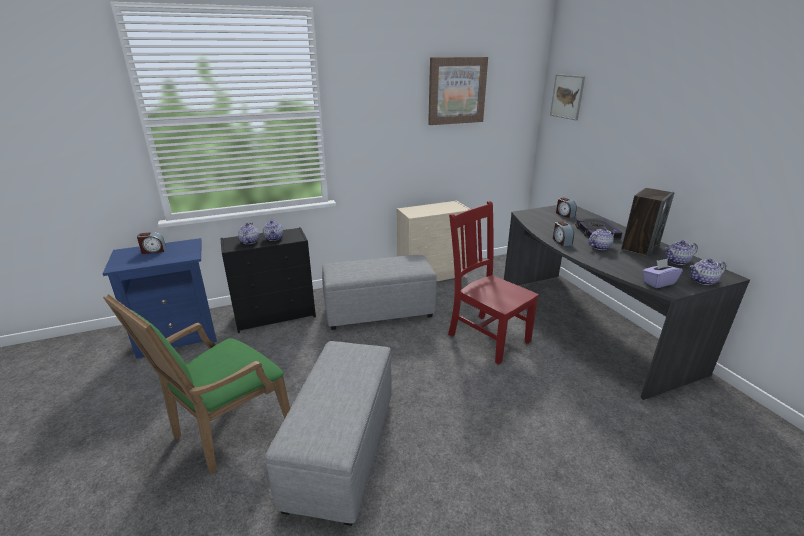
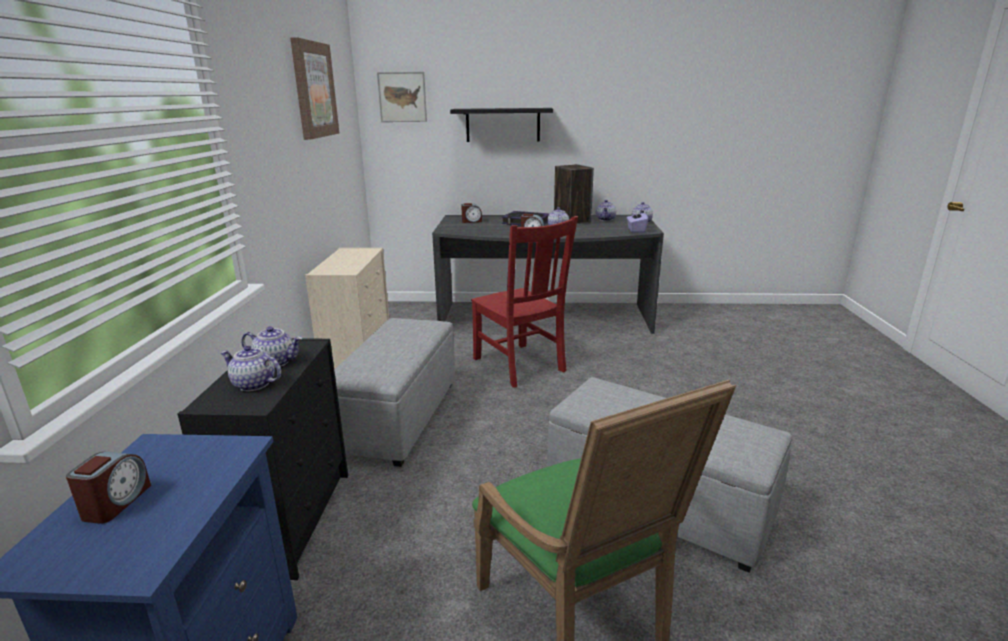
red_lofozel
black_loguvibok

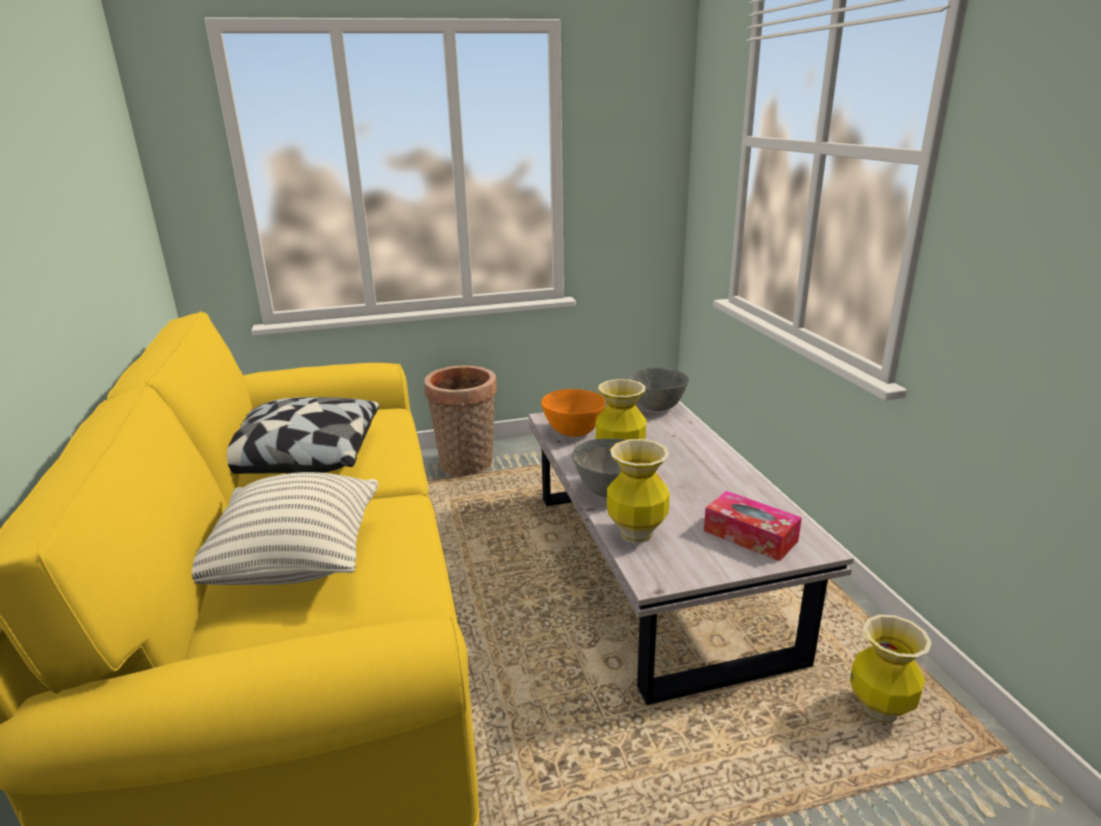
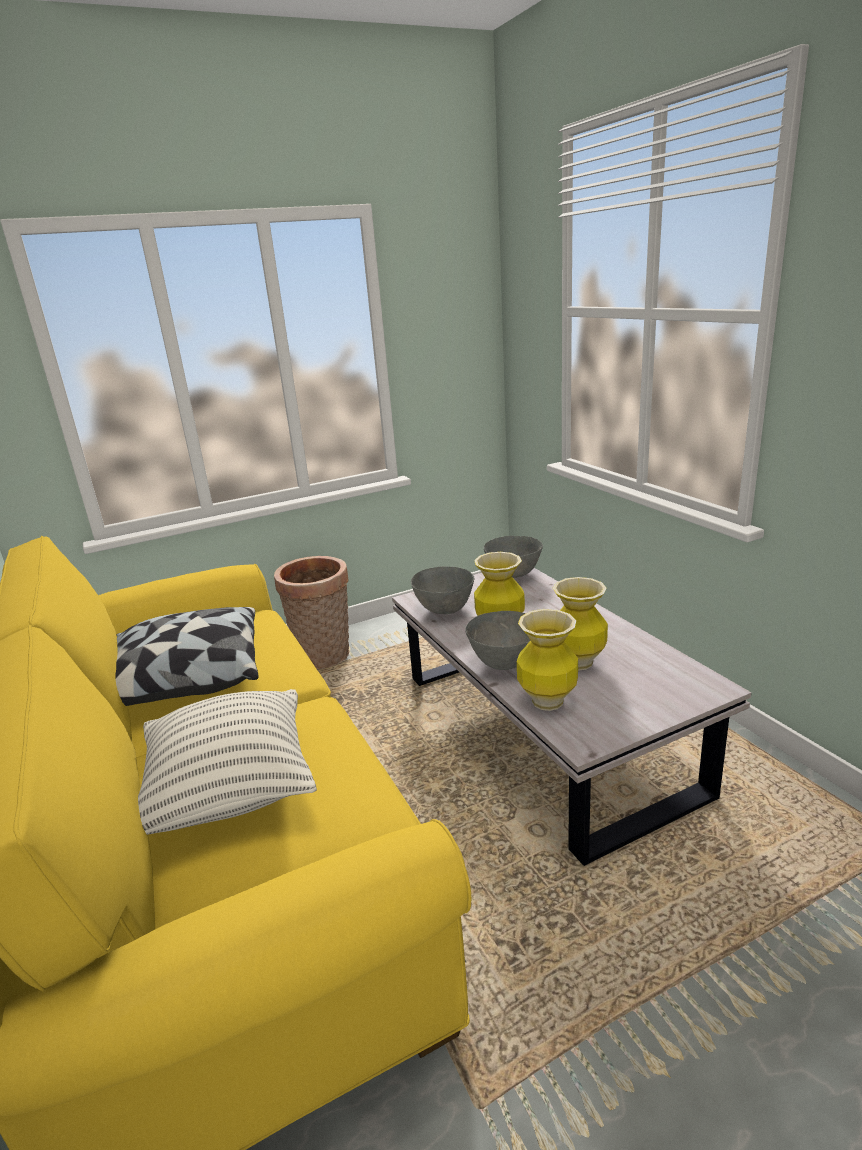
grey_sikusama (1st from left)
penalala
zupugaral (3rd from left)

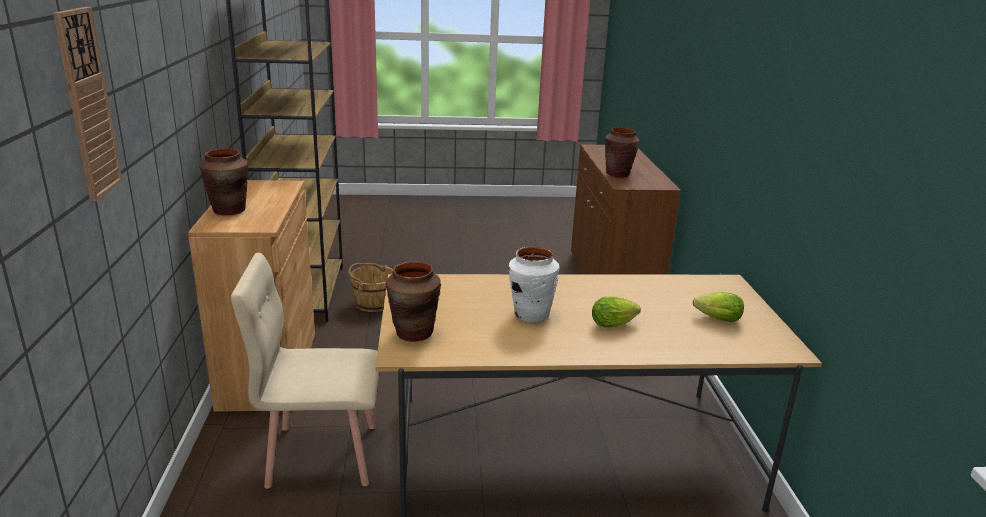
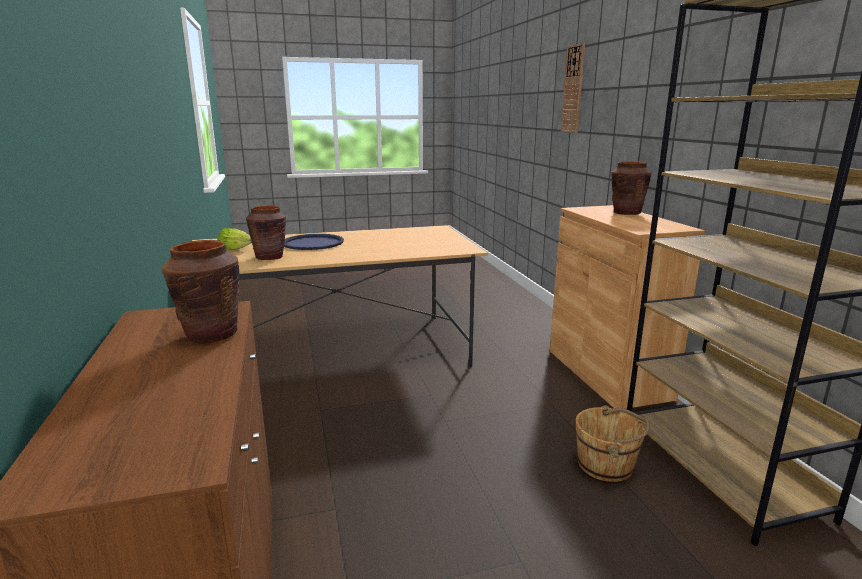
white_zupugaral
beige_lofozel
brown_zupugaral (2nd from left)
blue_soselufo

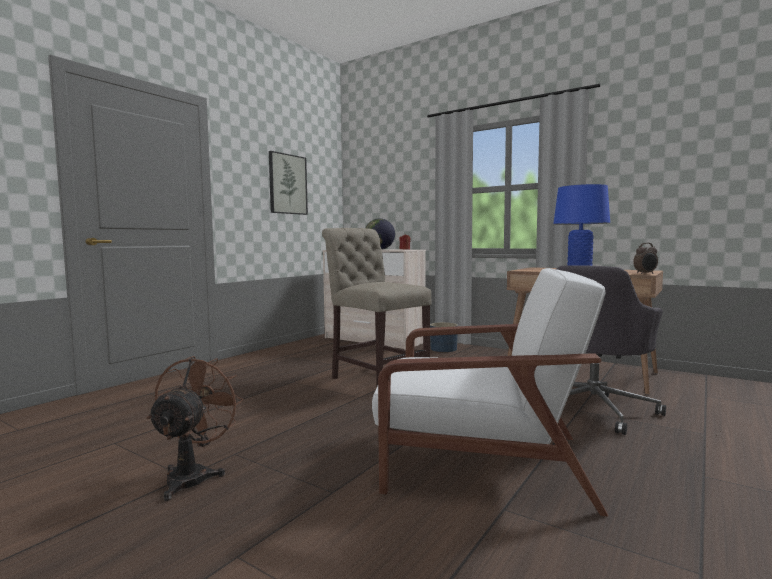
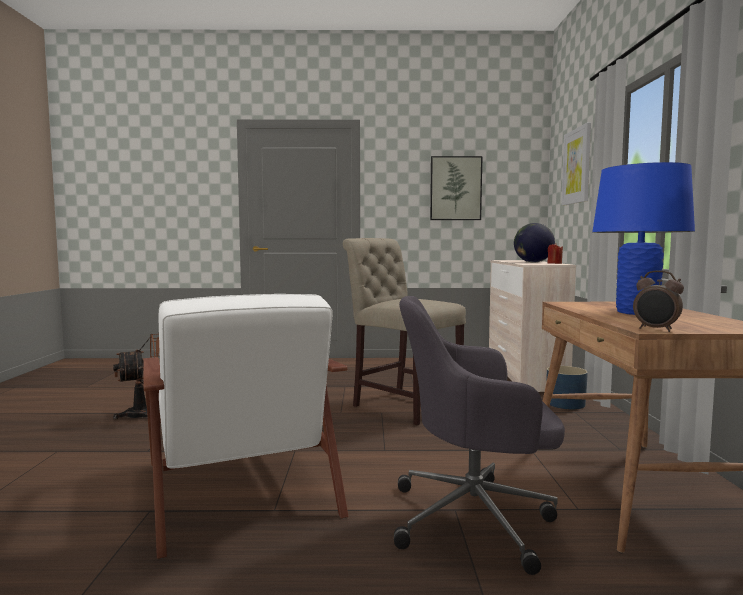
beige_lofozel
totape (2nd from left)

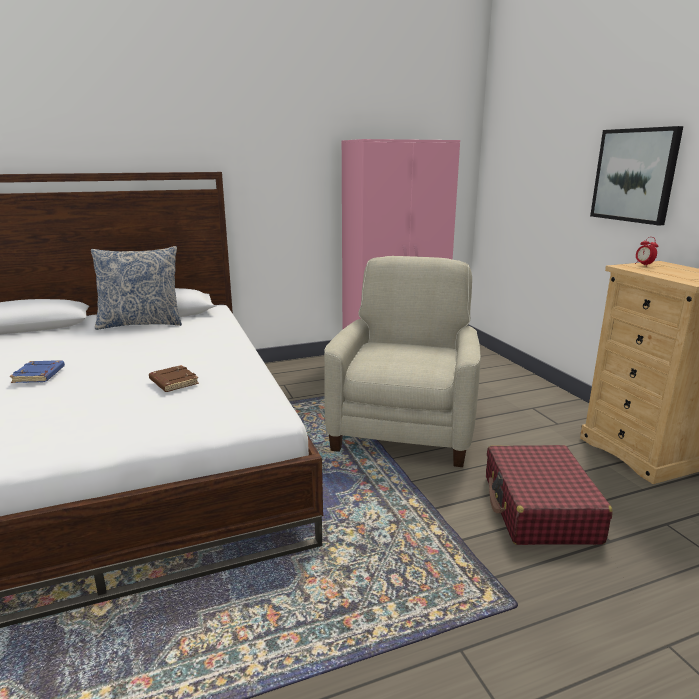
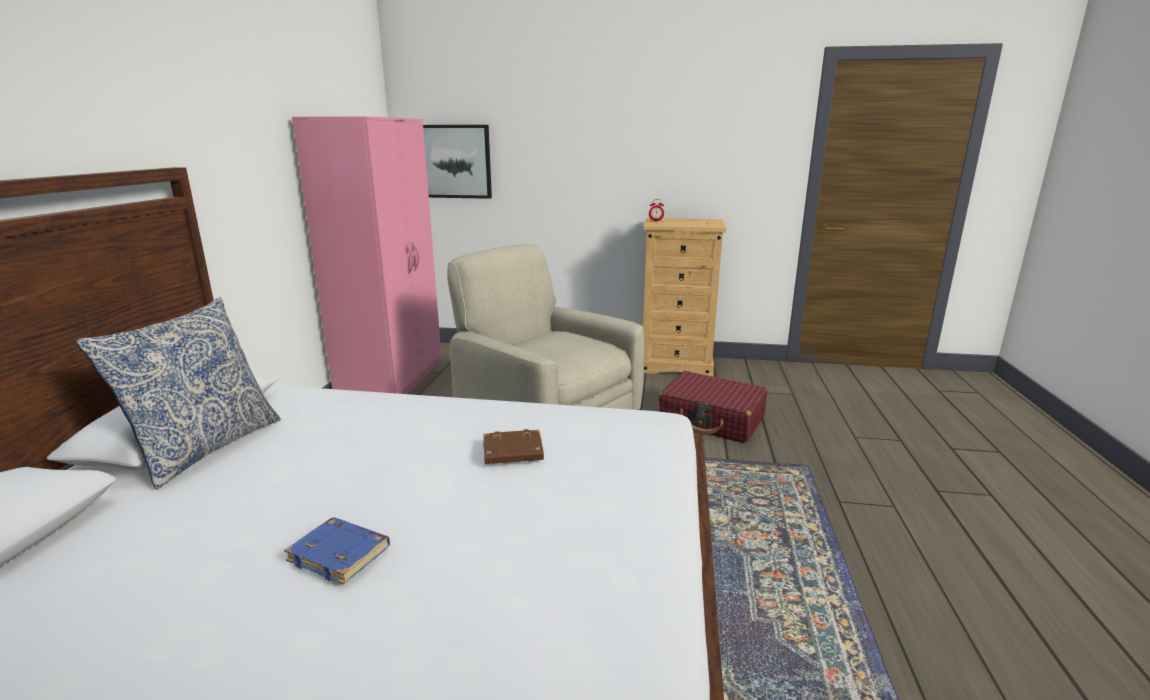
totape

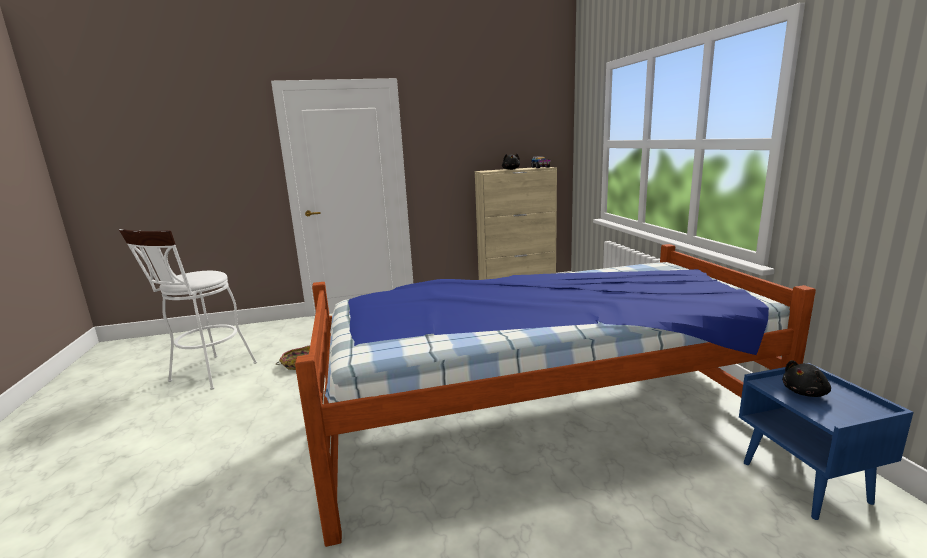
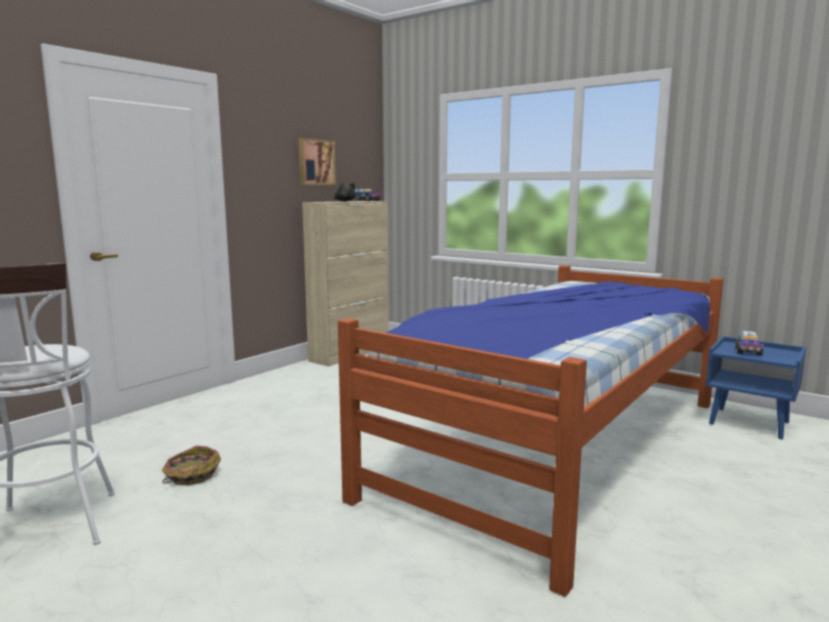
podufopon (2nd from left)
totape

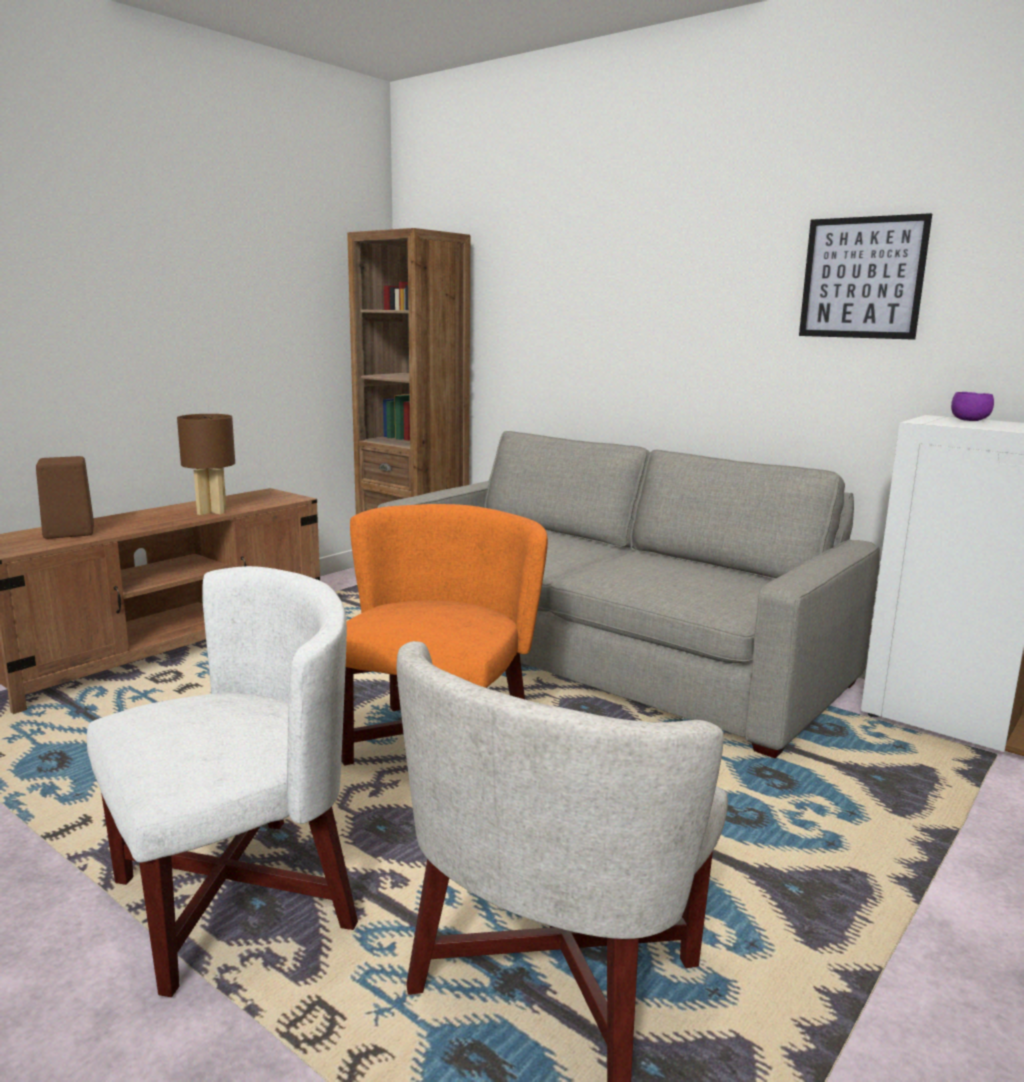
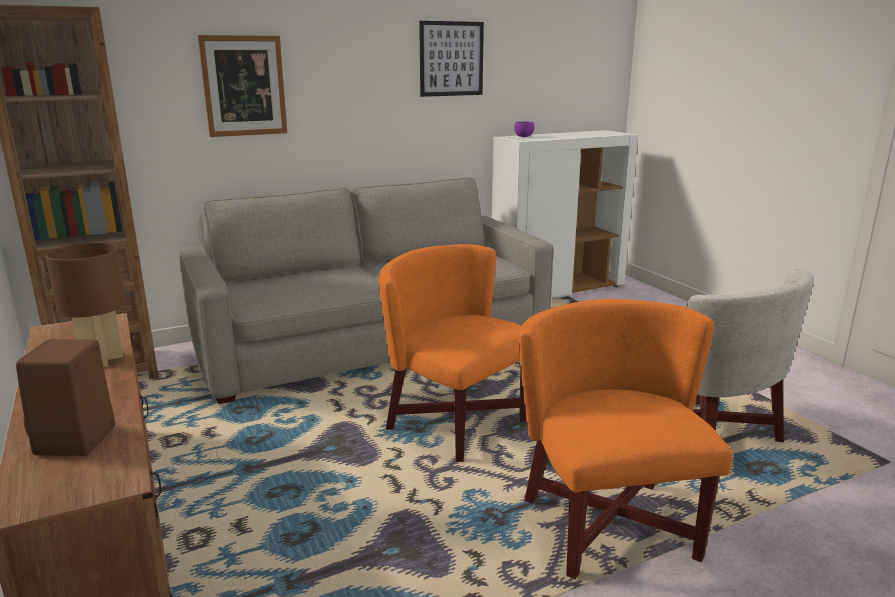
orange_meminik (2nd from left)
totape (1st from left)

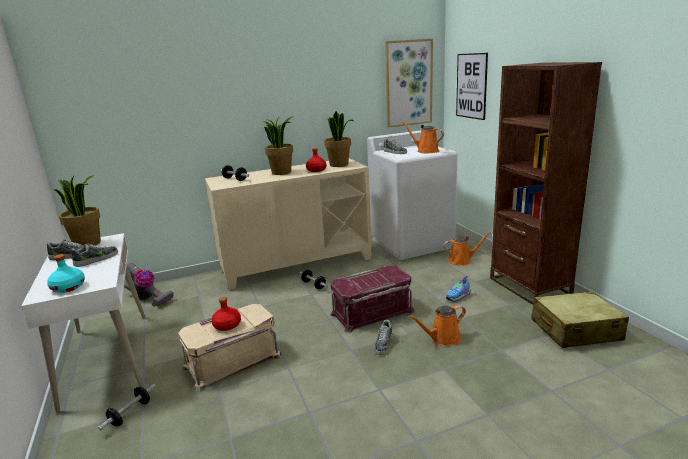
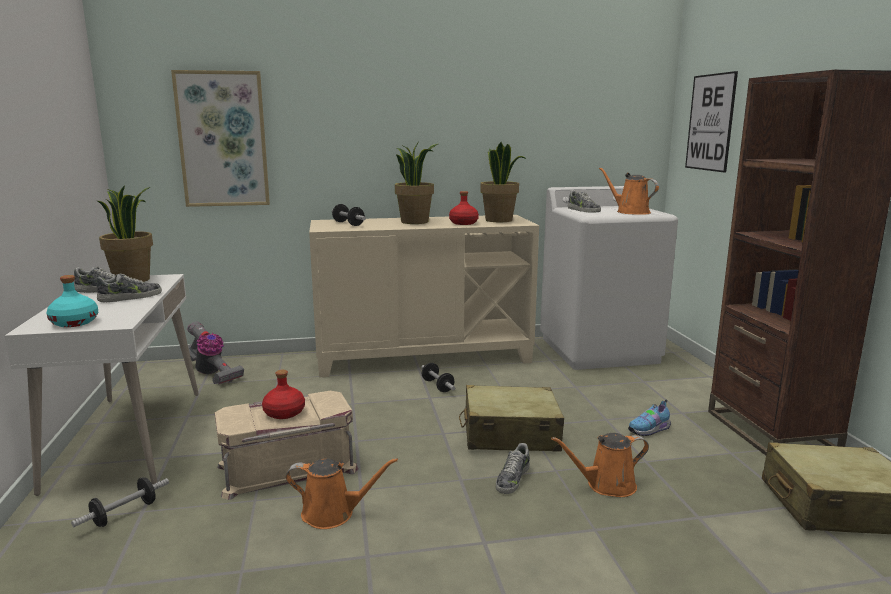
totape (1st from left)
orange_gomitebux (1st from left)
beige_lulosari (1st from left)

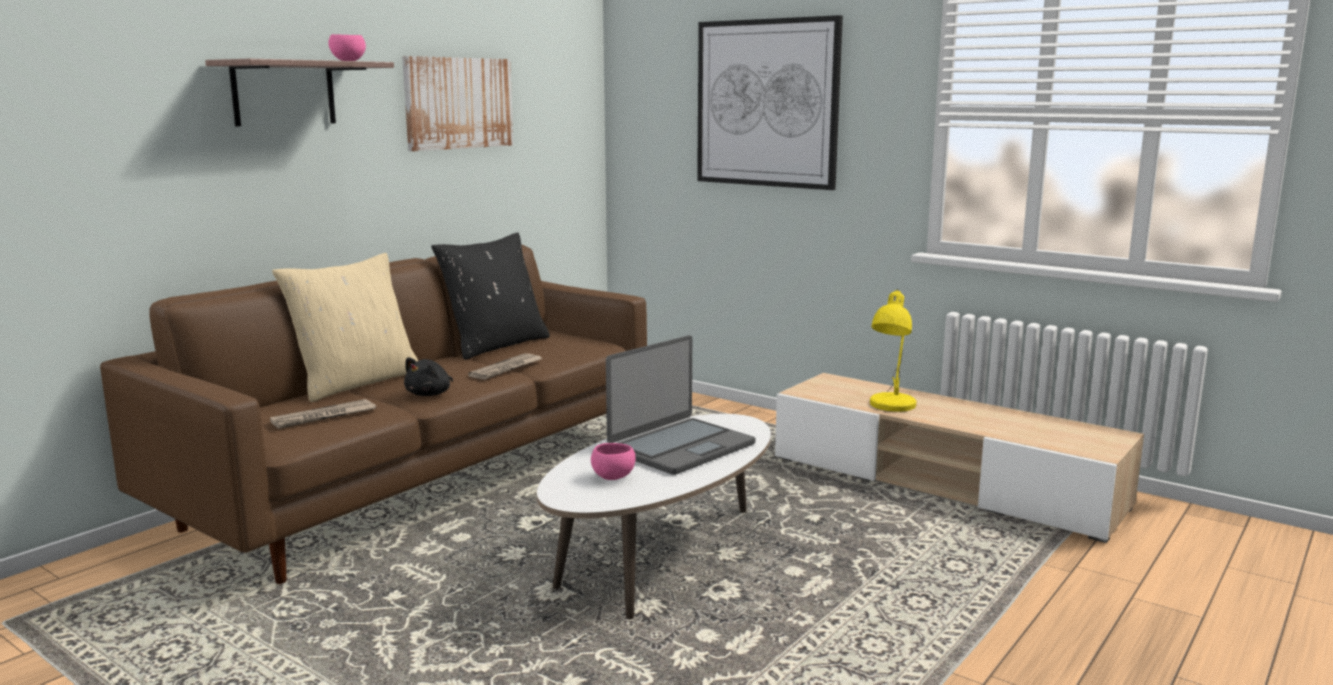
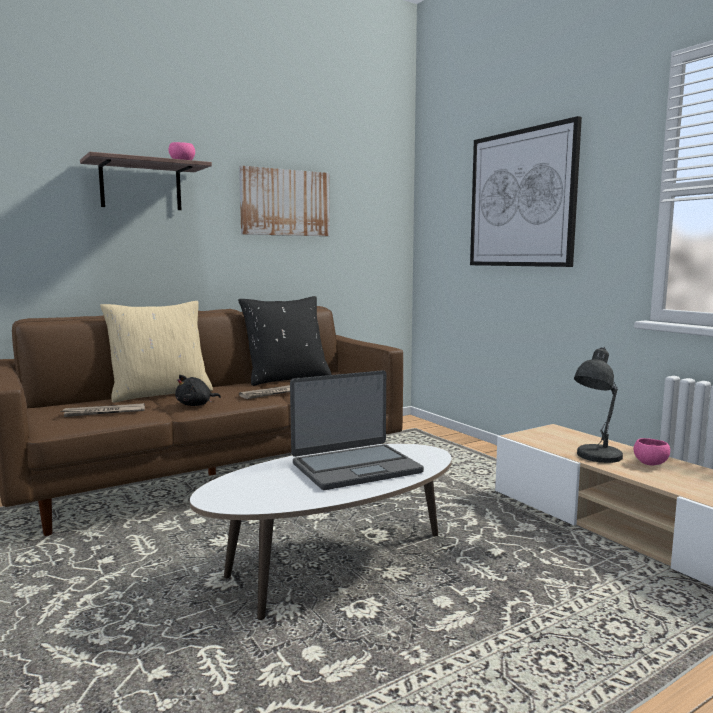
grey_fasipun
pink_sikusama (2nd from left)

